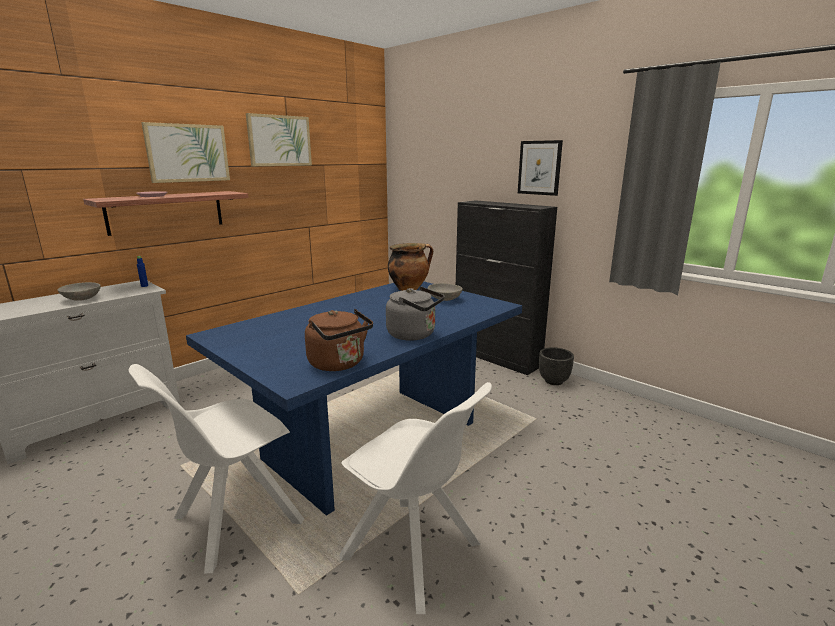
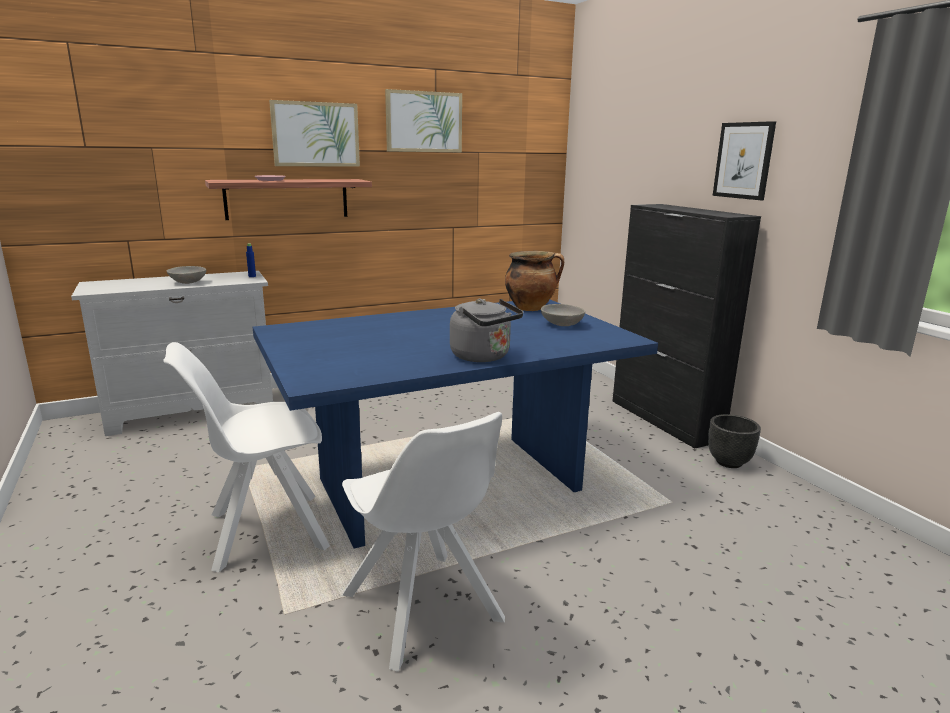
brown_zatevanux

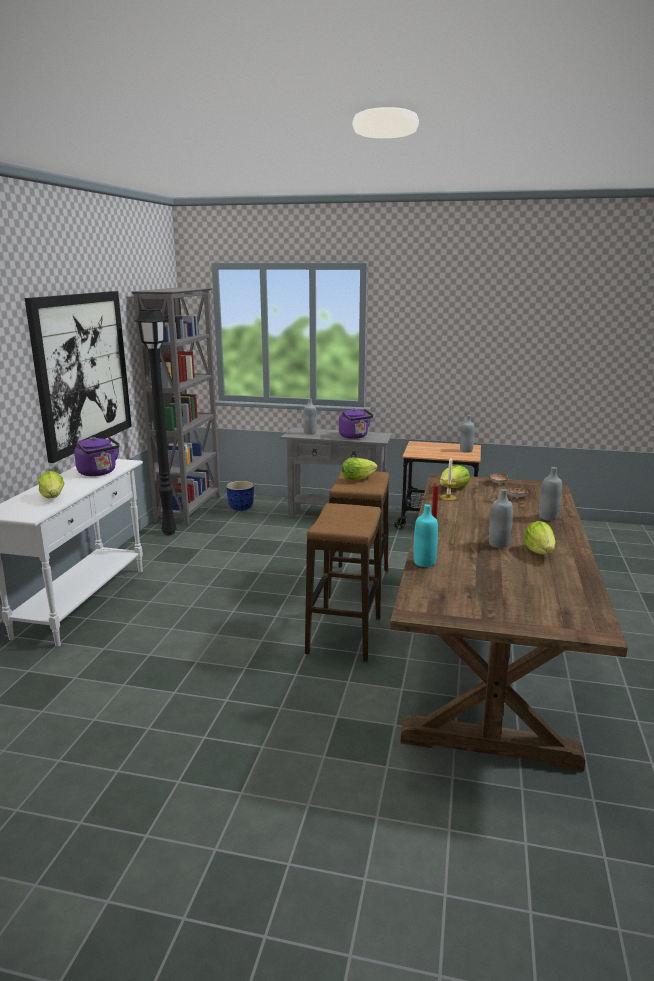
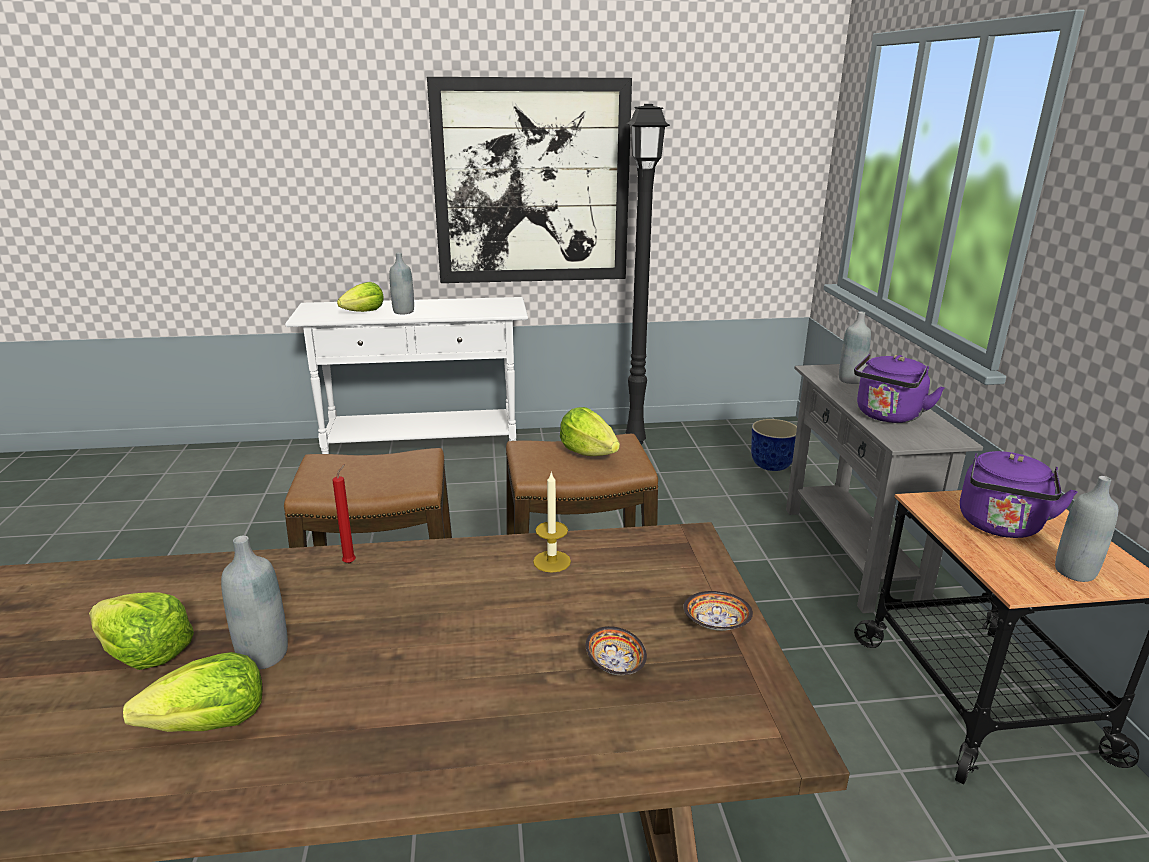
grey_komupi
purple_zatevanux (2nd from left)
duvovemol (1st from left)
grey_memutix (2nd from left)
turquoise_memutix

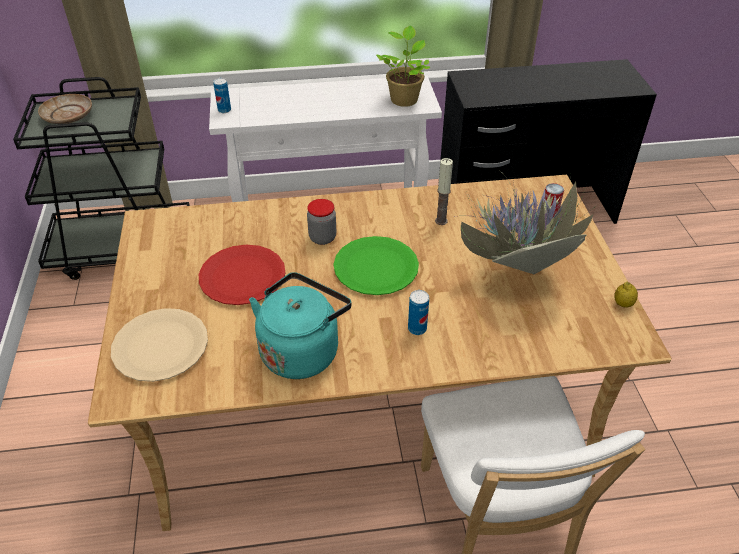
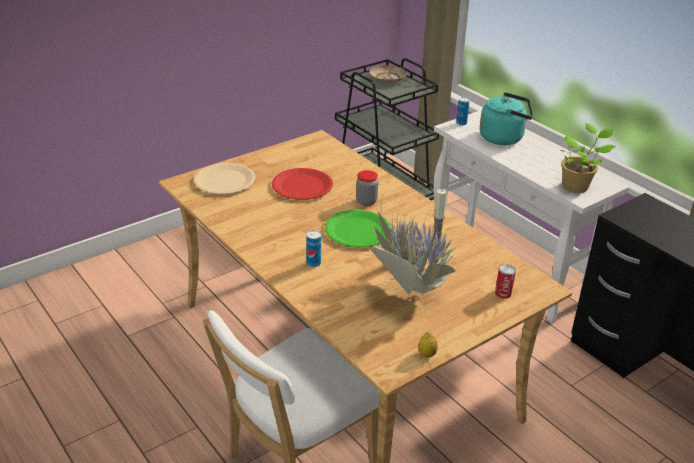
turquoise_zatevanux

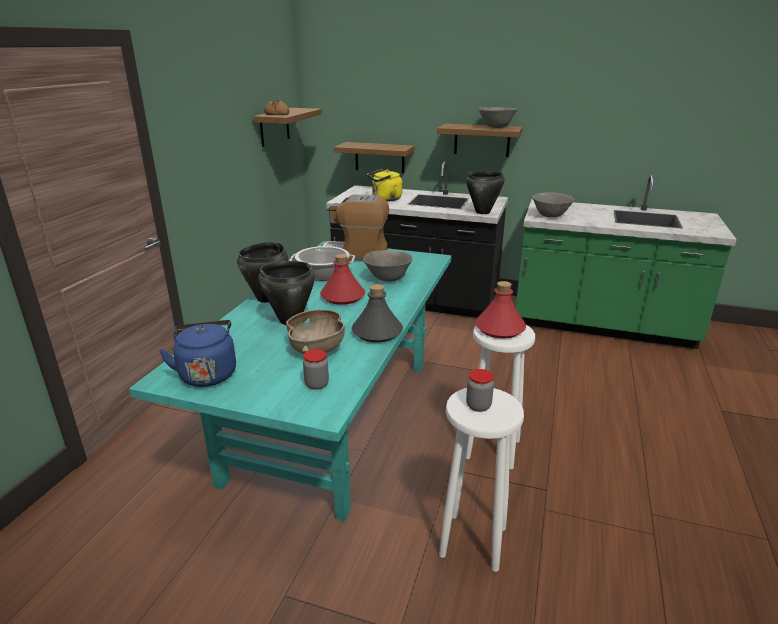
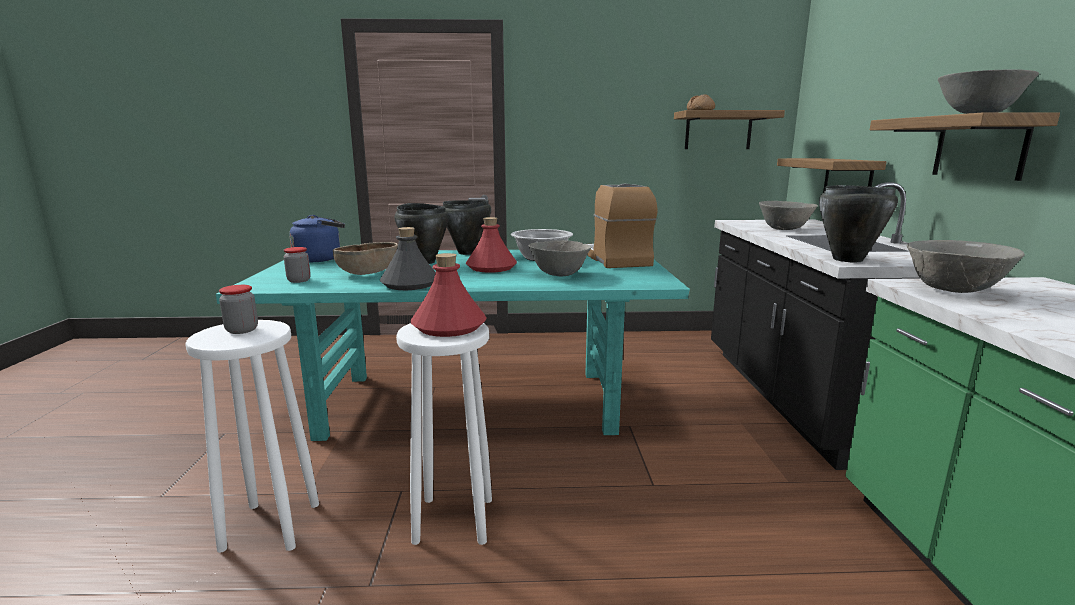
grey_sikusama (2nd from left)

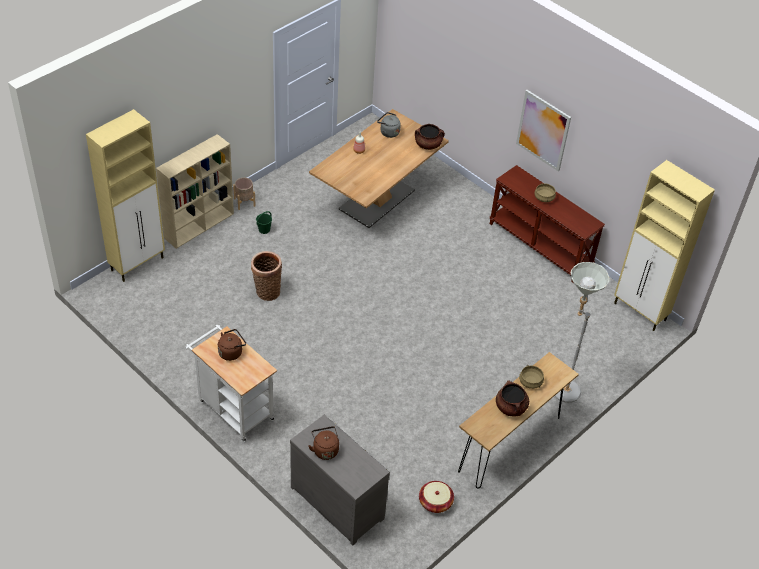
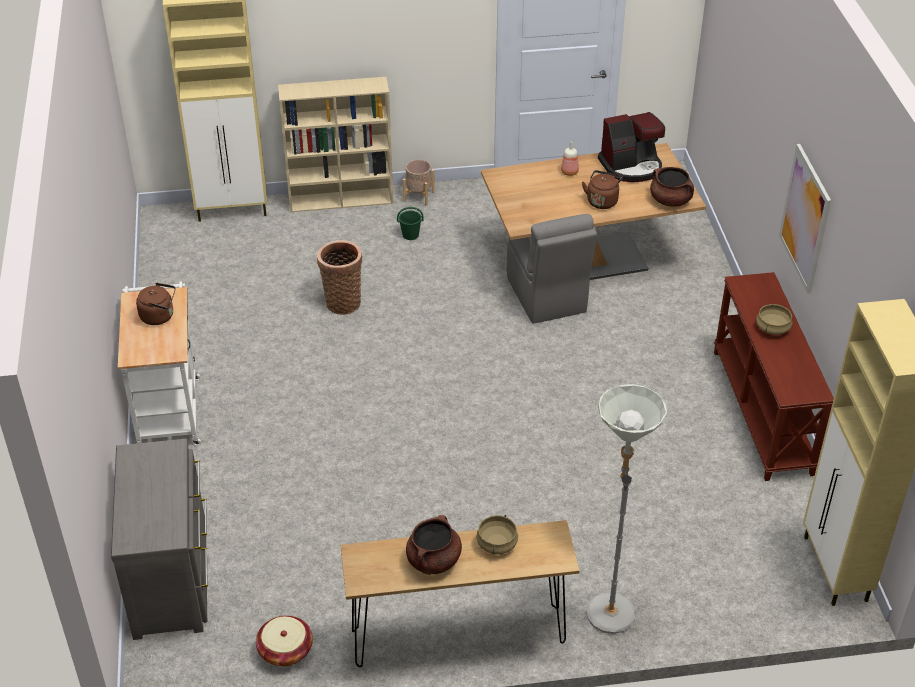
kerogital
brown_zatevanux (2nd from left)
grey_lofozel

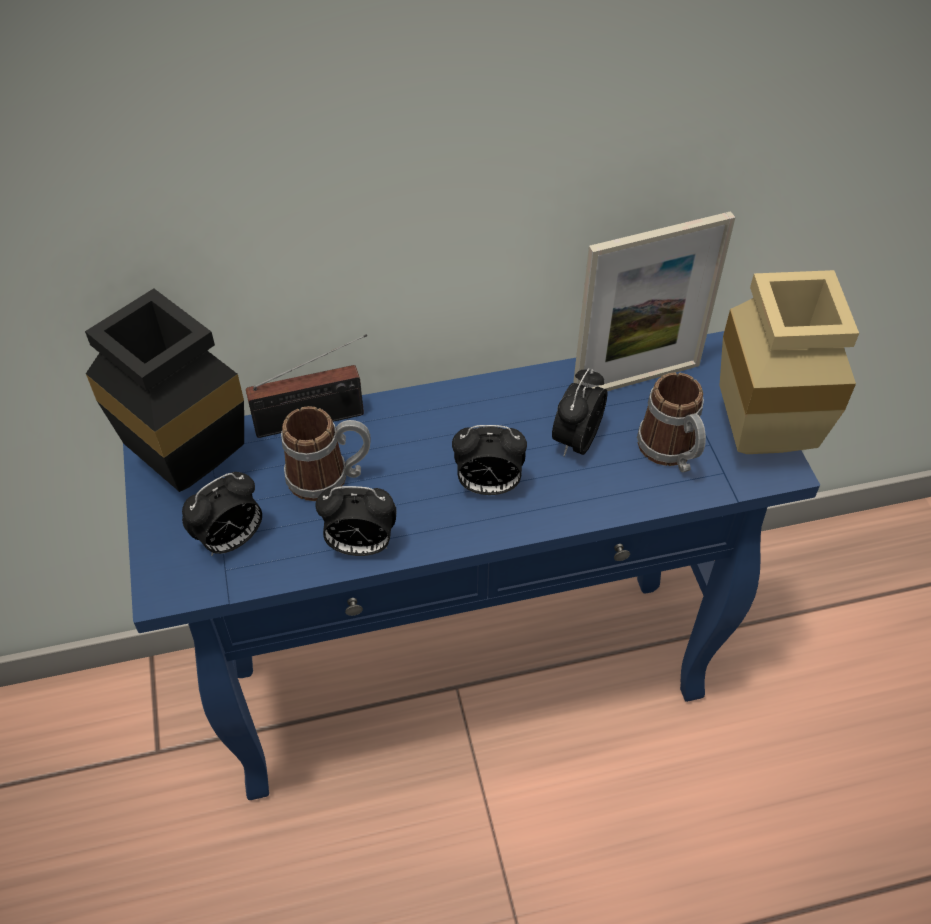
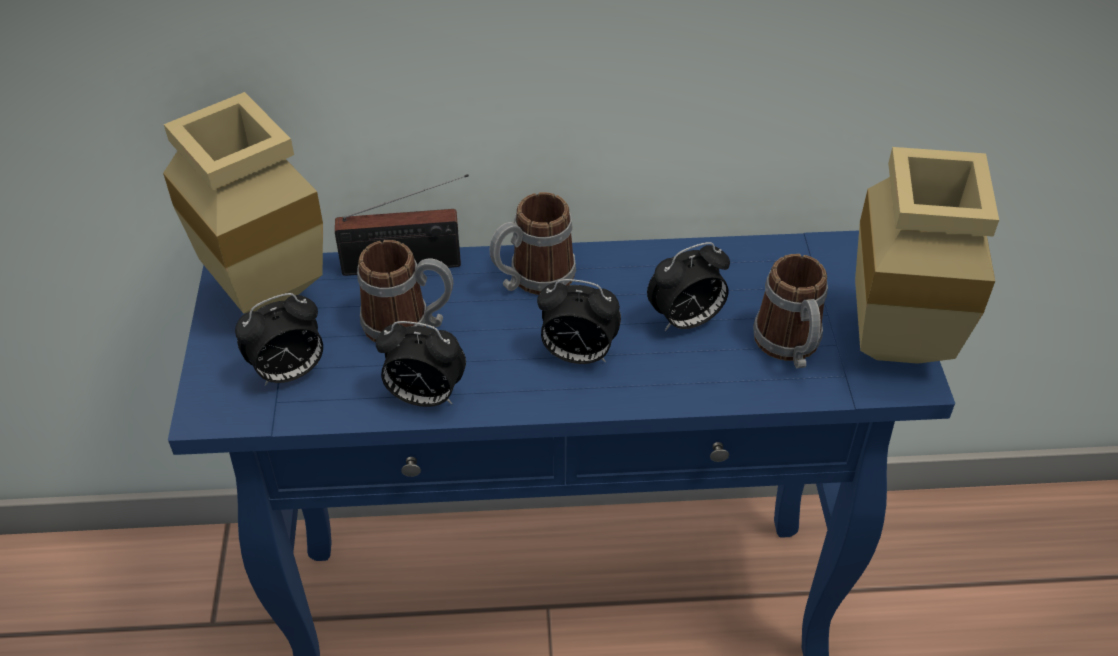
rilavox
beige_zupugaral (1st from left)
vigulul (4th from left)
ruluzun (2nd from left)

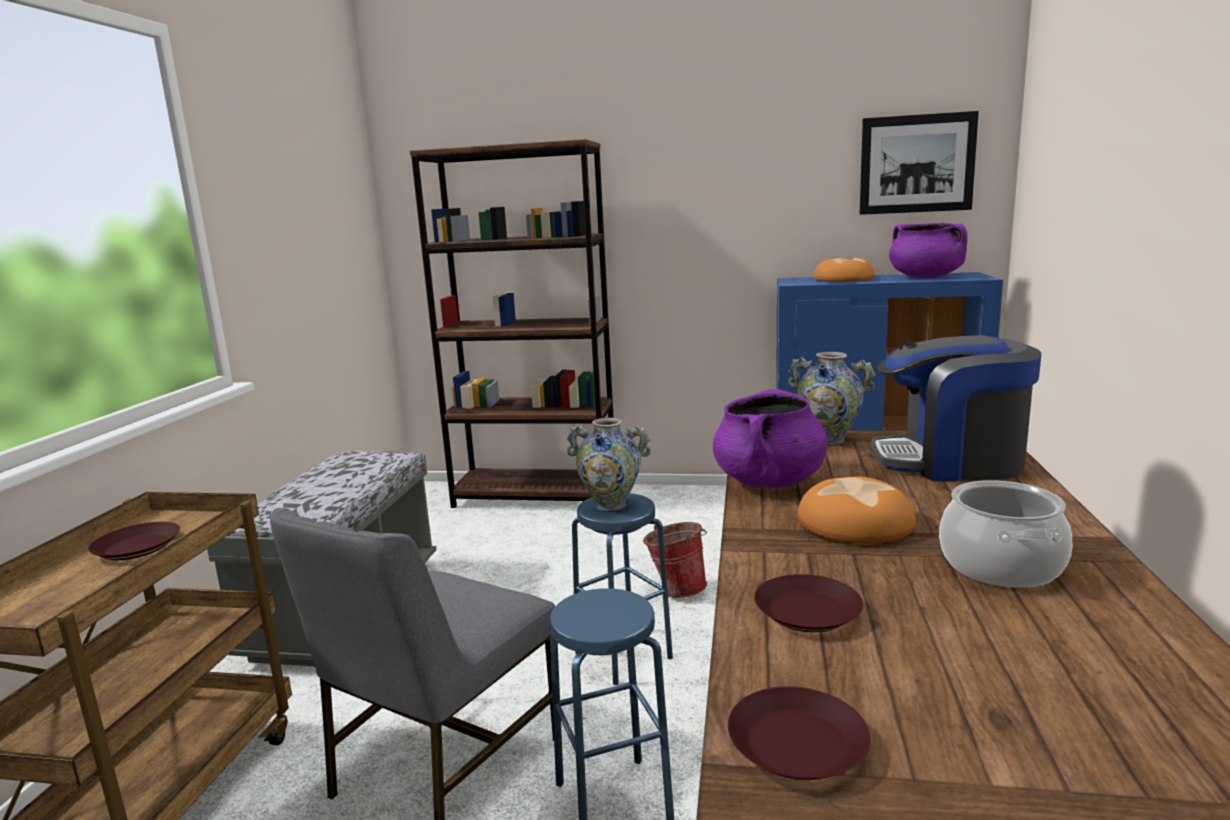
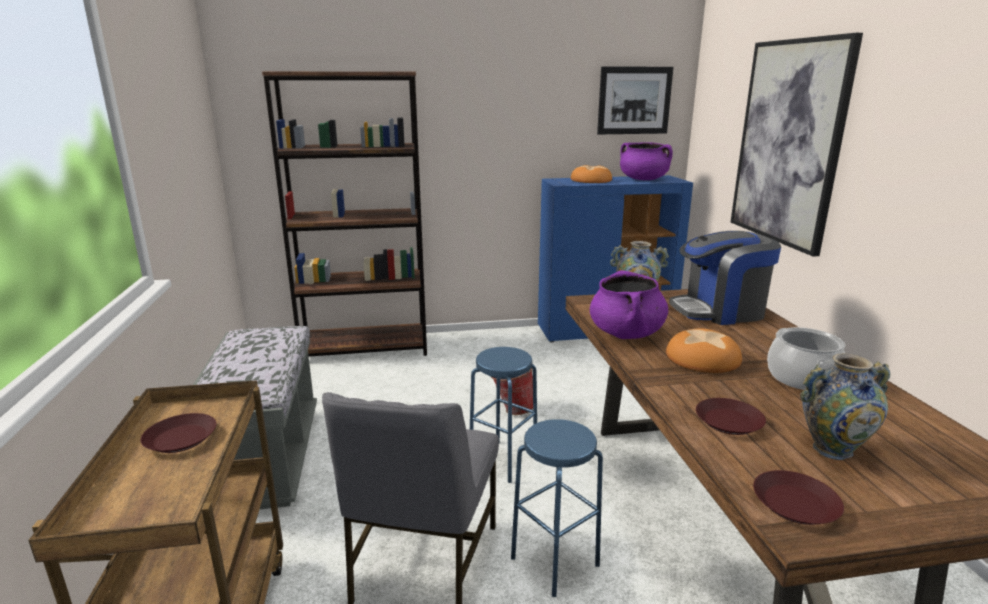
zupugaral (2nd from left)
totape (2nd from left)

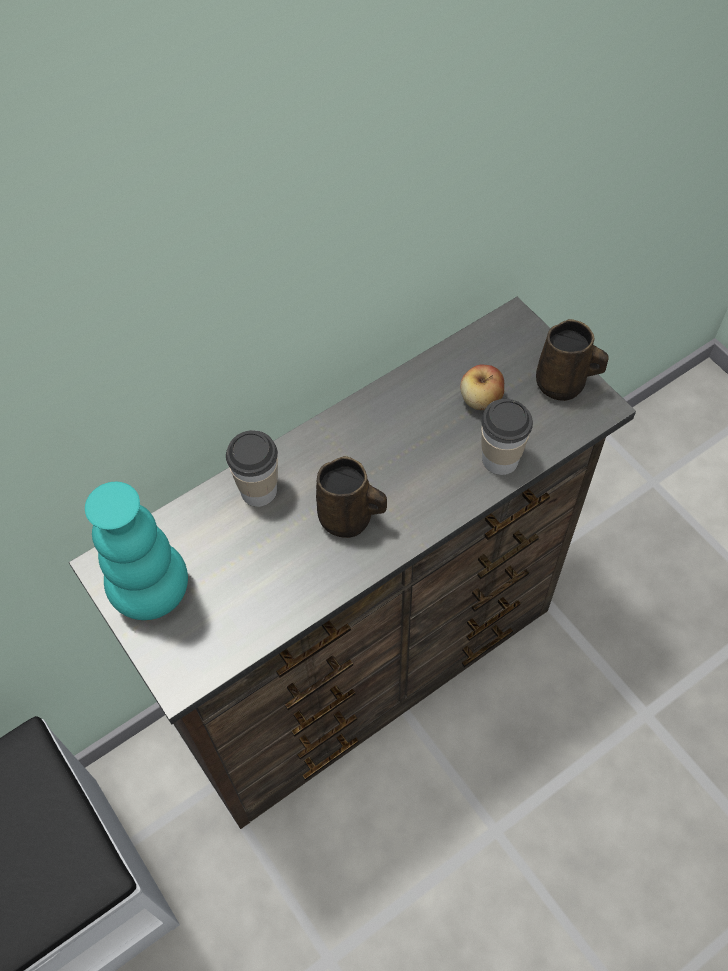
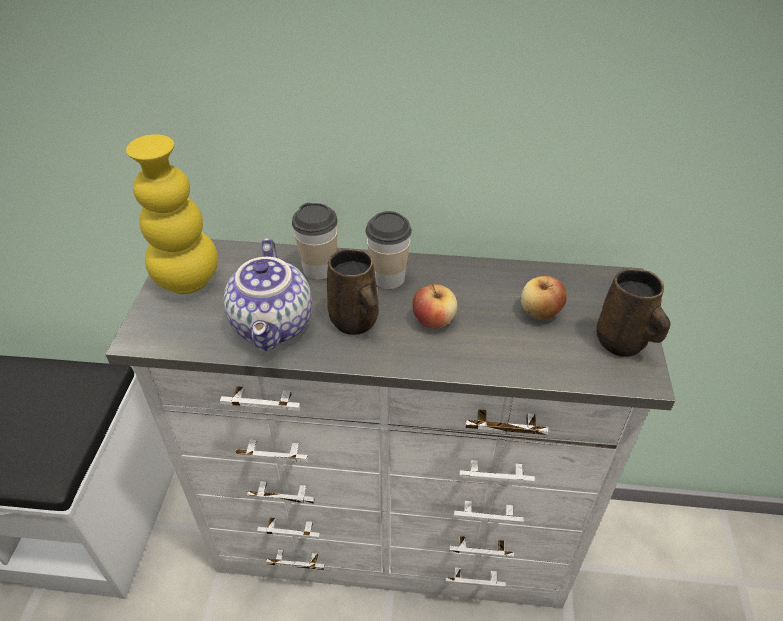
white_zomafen
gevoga (2nd from left)
yellow_zupugaral
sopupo
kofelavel (1st from left)

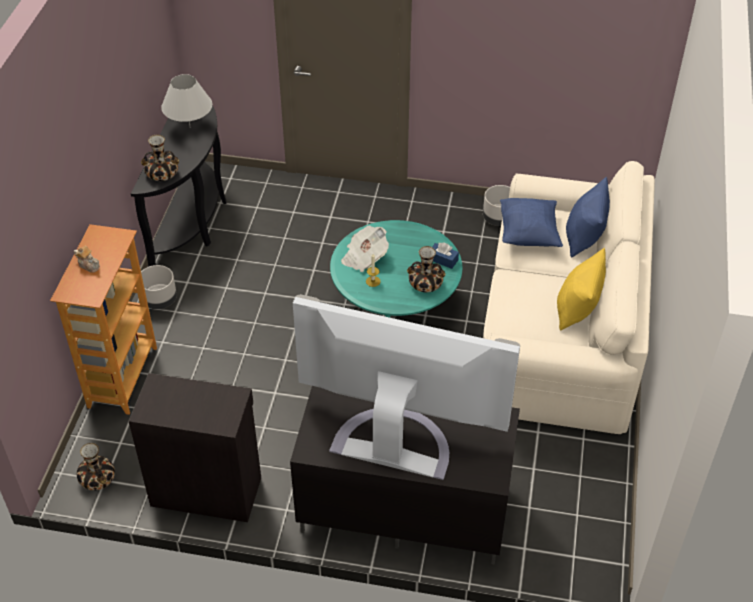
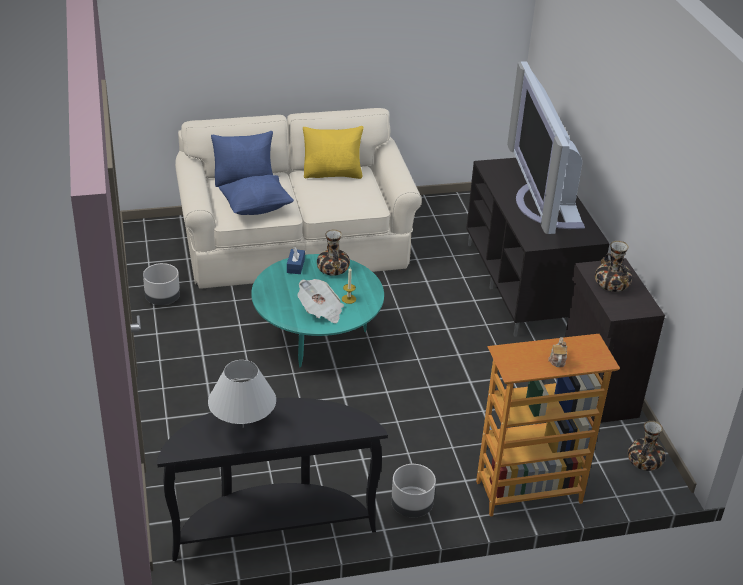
zupugaral (2nd from left)

